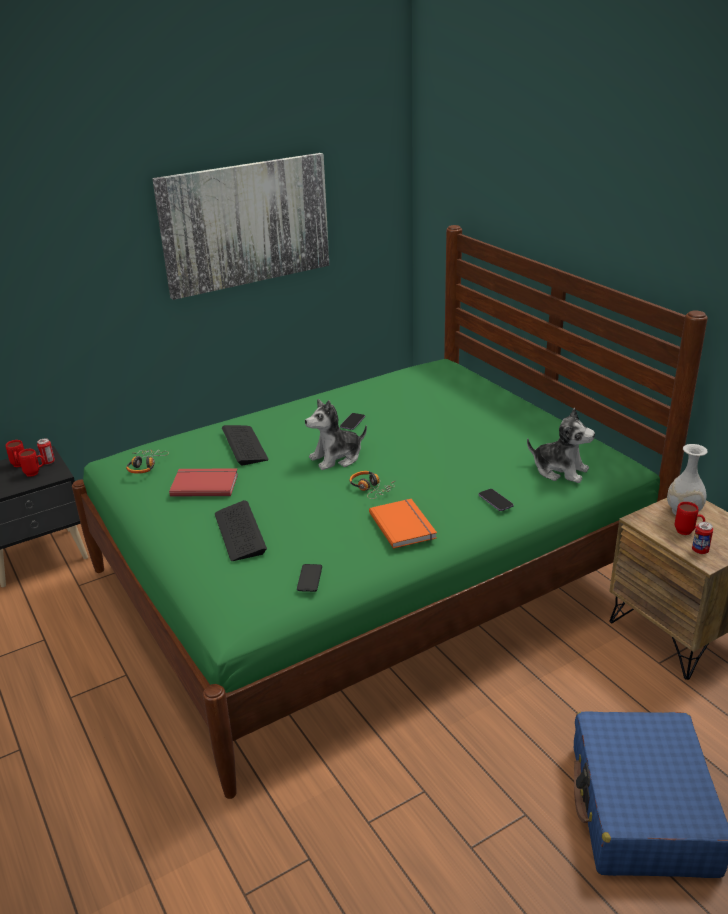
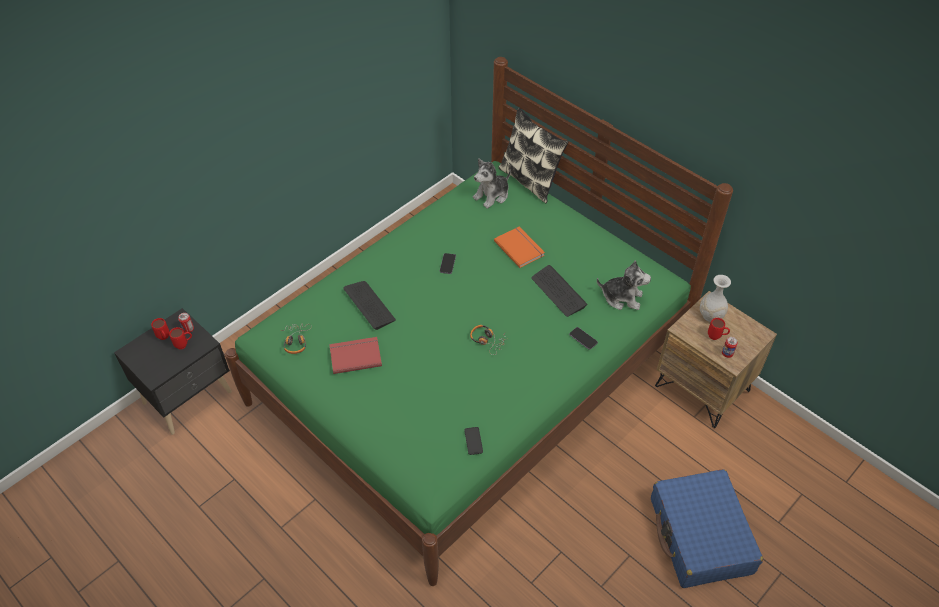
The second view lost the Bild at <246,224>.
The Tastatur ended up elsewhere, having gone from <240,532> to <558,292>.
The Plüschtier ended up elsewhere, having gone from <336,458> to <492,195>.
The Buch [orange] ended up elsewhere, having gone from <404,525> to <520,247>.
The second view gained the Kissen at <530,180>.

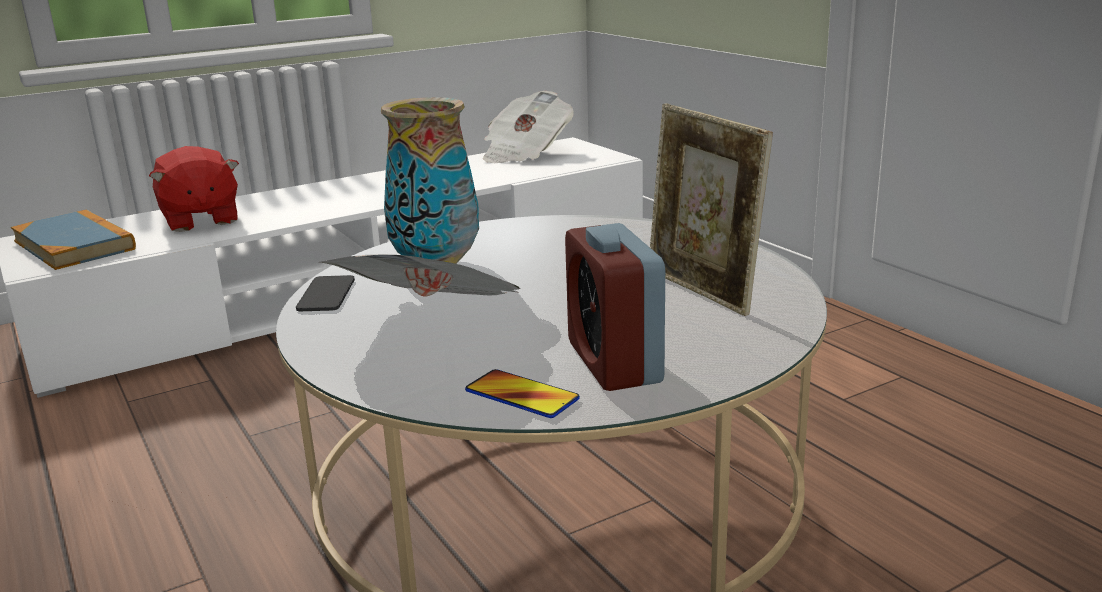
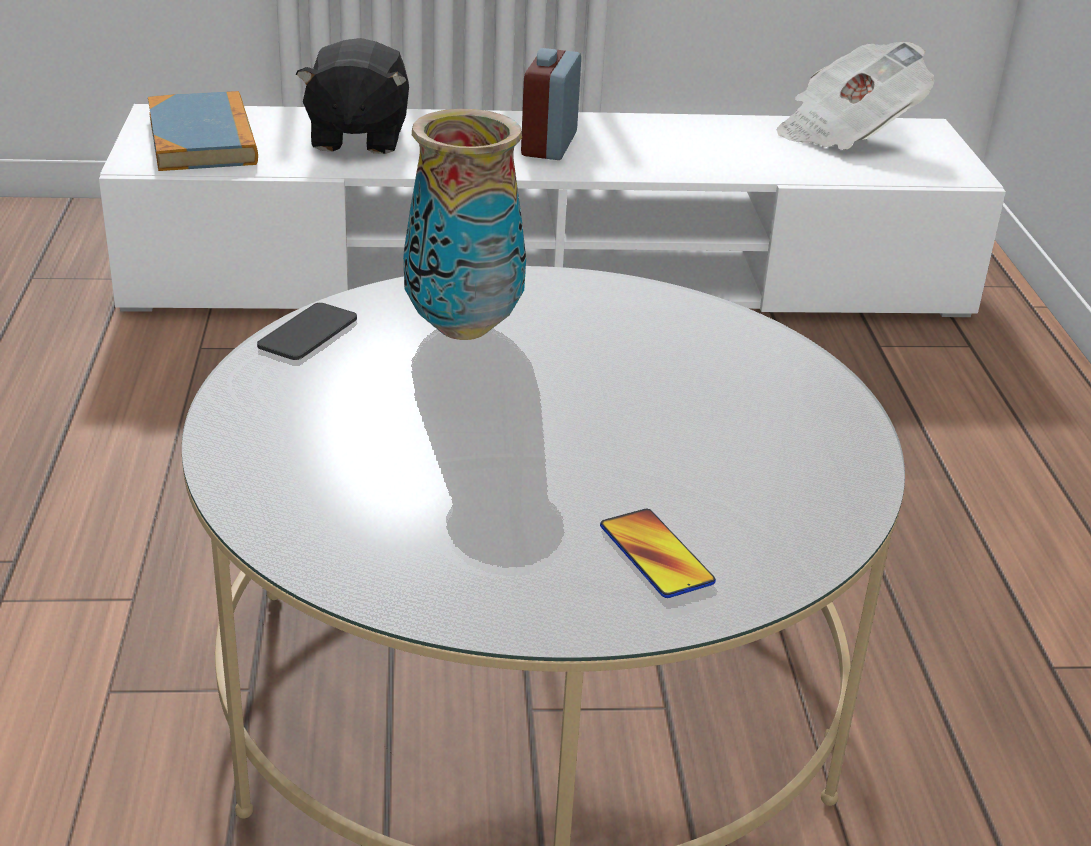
What was the Plüschtier [rot] at <200,220> turned into the Plüschtier [schwarz] at <357,138>.
The second view lost the Zeitung at <435,328>.
The Handy ended up elsewhere, having gone from <521,396> to <655,555>.
The Wecker ended up elsewhere, having gone from <614,363> to <549,145>.
The second view lost the Bilderrahmen at <702,291>.

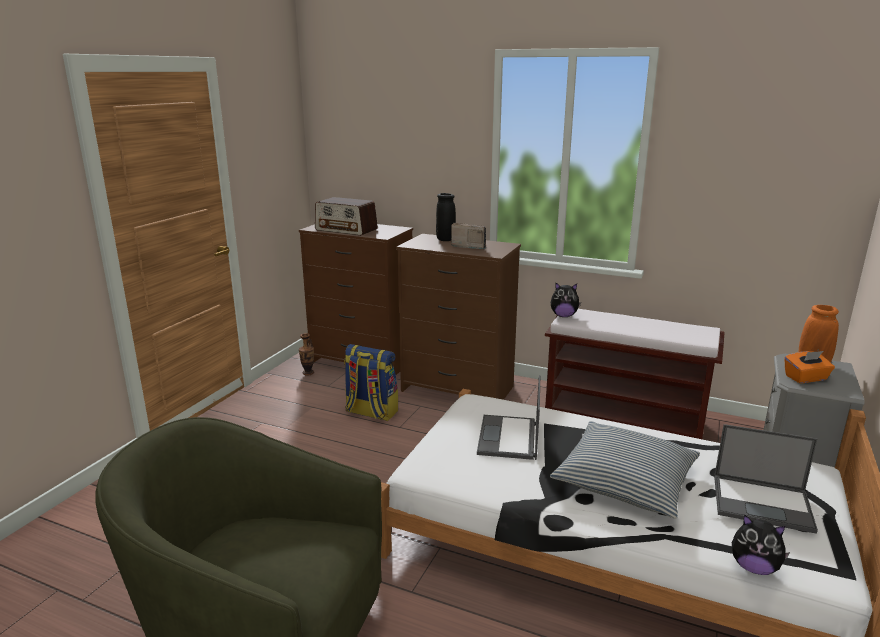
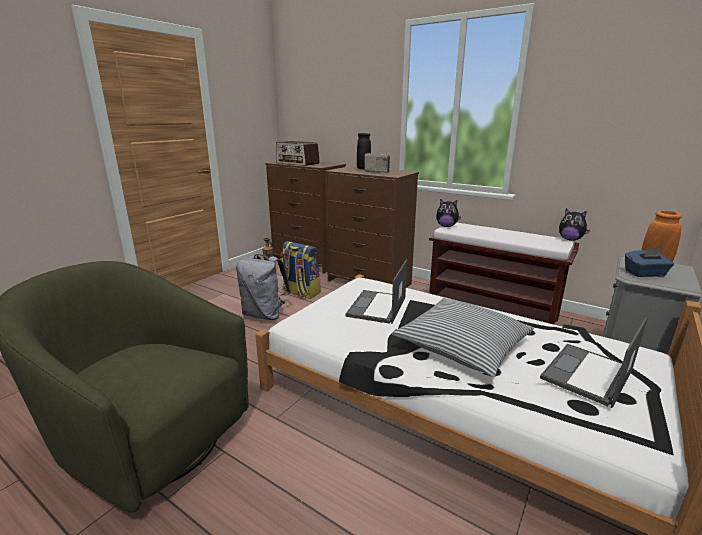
The Laptop at <763,503> ended up facing another way, 105 degrees clockwise from before.
The Plüschtier ended up elsewhere, having gone from <754,567> to <570,239>.
What was the Taschentuchbox [orange] at <806,378> turned into the Taschentuchbox [blau] at <645,274>.
The second view gained the Rucksack [grau] at <265,315>.

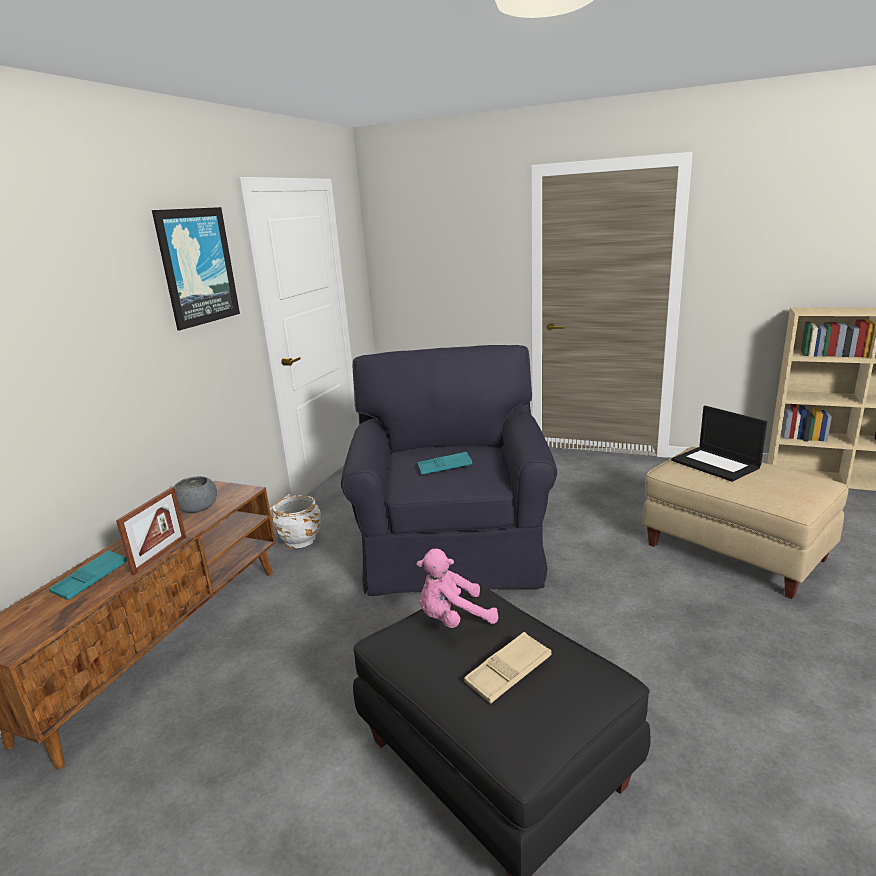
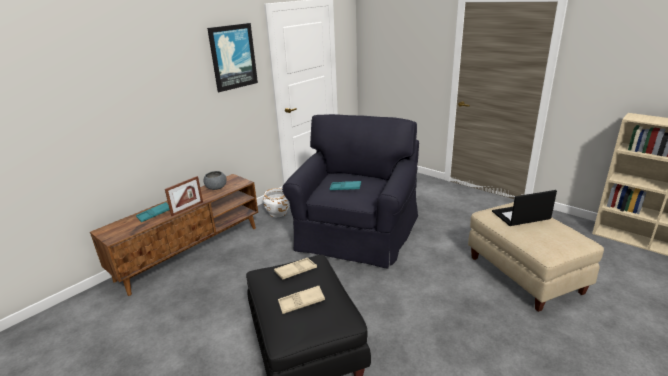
Where the Plüschtier [rosa] stood at <453,619>, the Tablett [beige] came to stand at <296,271>.
The Laptop at <716,464> ended up facing another way, 90 degrees clockwise from before.

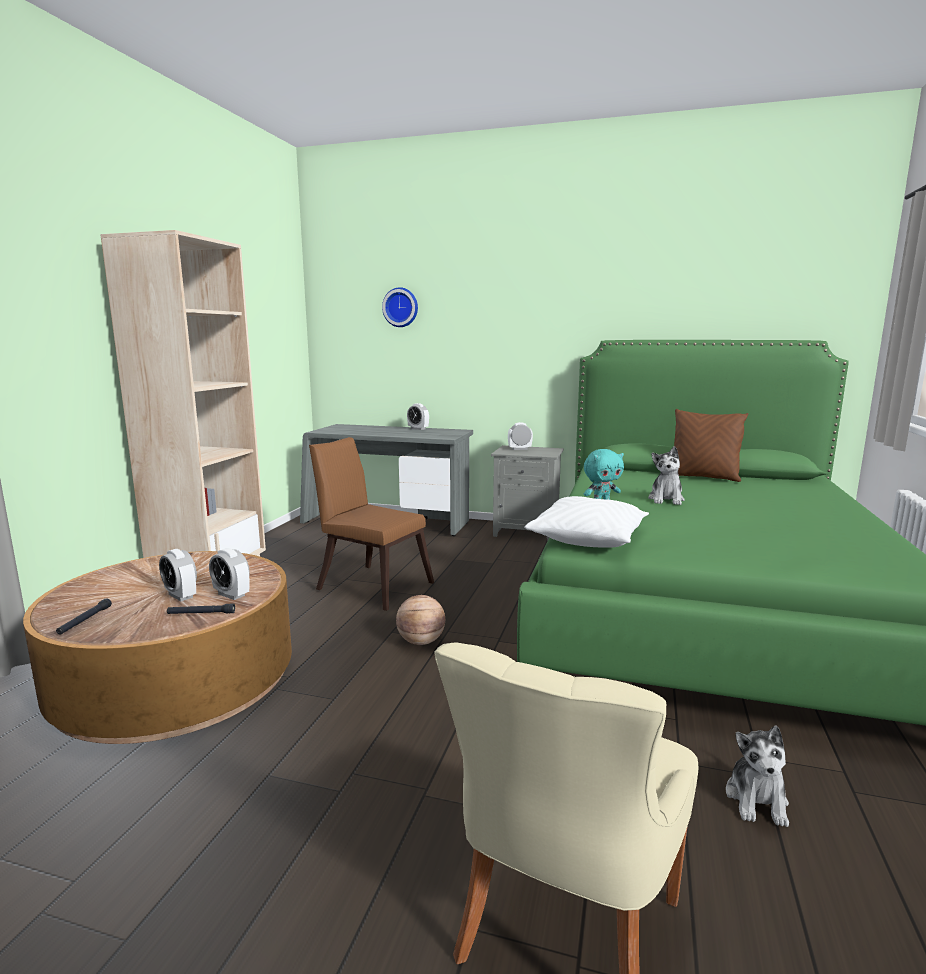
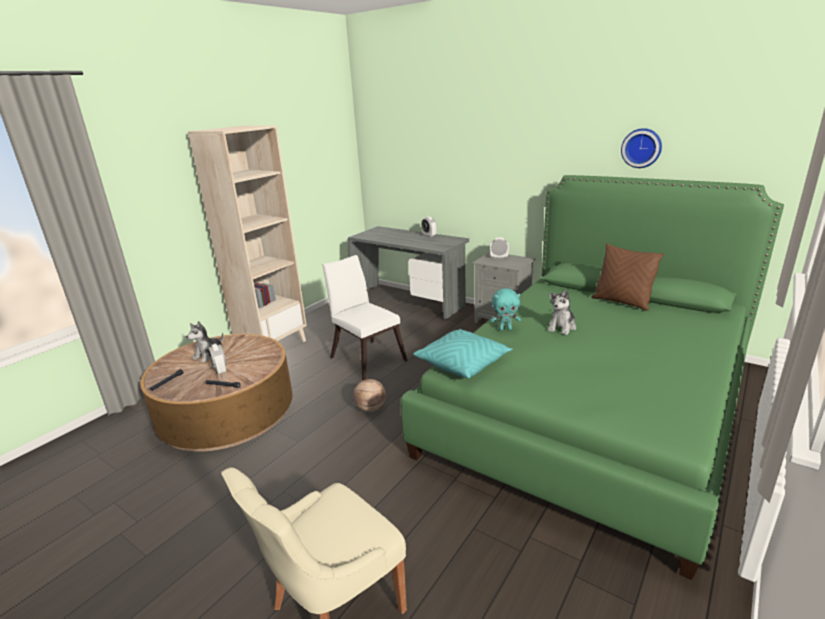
The second view lost the Wecker at <231,595>.
What was the Stuhl [braun] at <371,584> turned into the Stuhl [weiß] at <366,357>.
The Wanduhr ended up elsewhere, having gone from <401,307> to <641,148>.
What was the Kissen [weiß] at <588,538> turned into the Kissen [türkis] at <463,363>.
The Plüschtier ended up elsewhere, having gone from <757,800> to <209,355>.

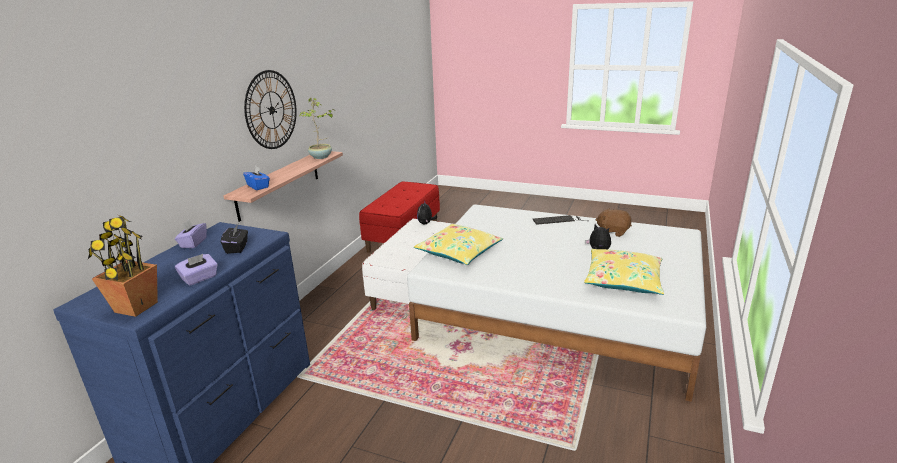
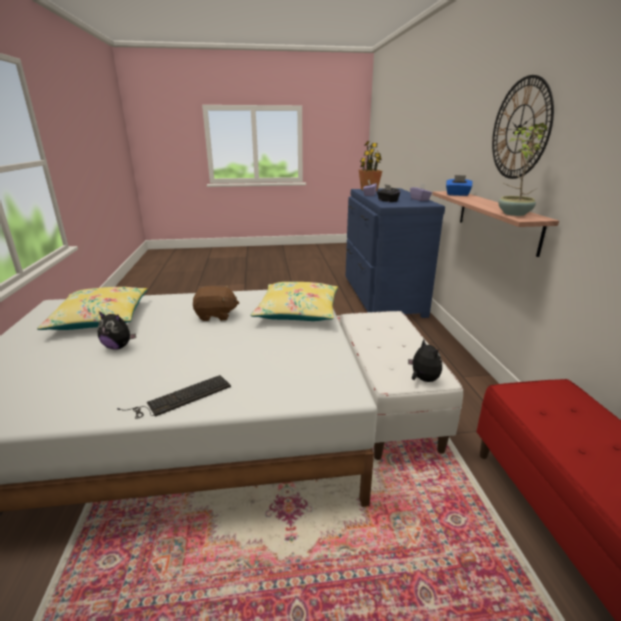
The Plüschtier [braun] ended up elsewhere, having gone from <613,231> to <216,315>.

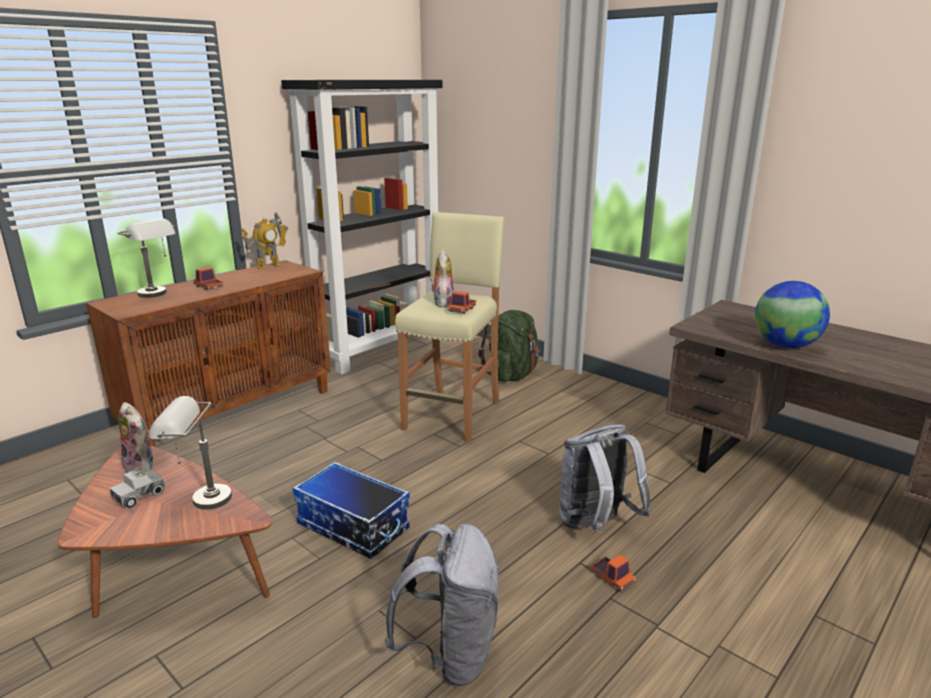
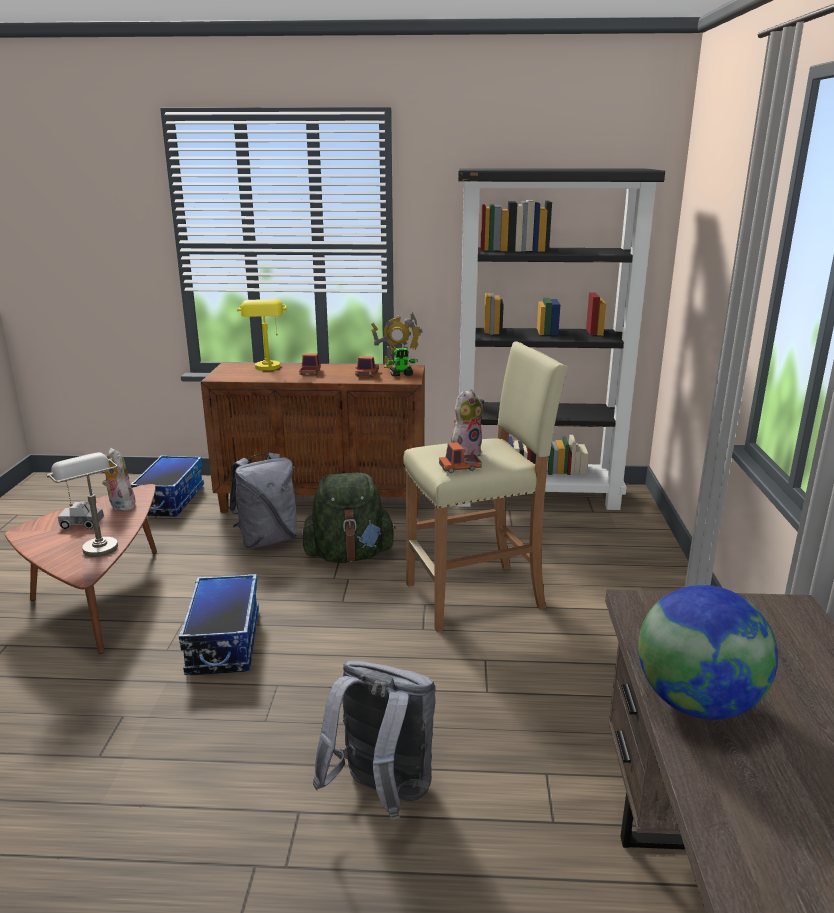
What was the Tischlampe [grau] at <158,295> turned into the Tischlampe [gelb] at <268,369>.
The Plüschtier at <142,467> ended up facing another way, 135 degrees clockwise from before.
The Rucksack [grau] ended up elsewhere, having gone from <450,654> to <267,539>.
The Rucksack [grün] ended up elsewhere, having gone from <512,375> to <349,555>.
The Spielzeuglaster ended up elsewhere, having gone from <612,578> to <367,374>.
The second view gained the Aufbewahrungsbox at <170,500>.
The second view gained the Spielzeugroboter at <401,375>.

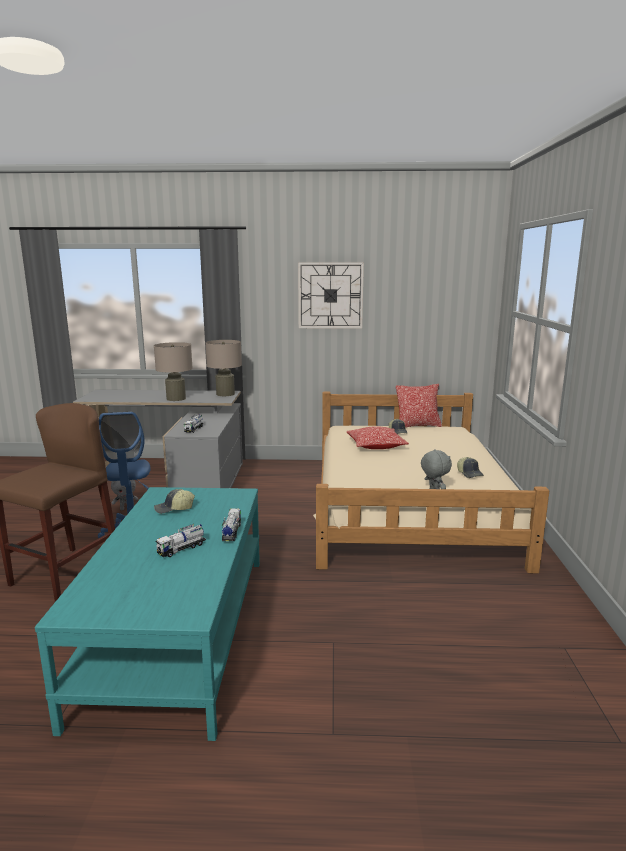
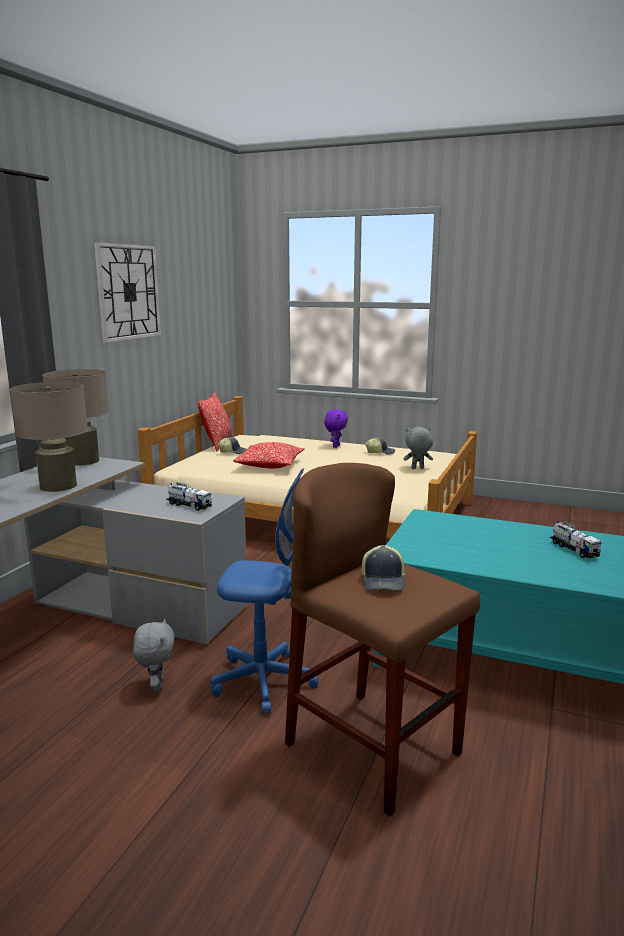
The Kappe ended up elsewhere, having gone from <174,509> to <384,581>.
The second view lost the Spielzeuglaster at <231,532>.
The second view gained the Plüschtier [lila] at <335,446>.

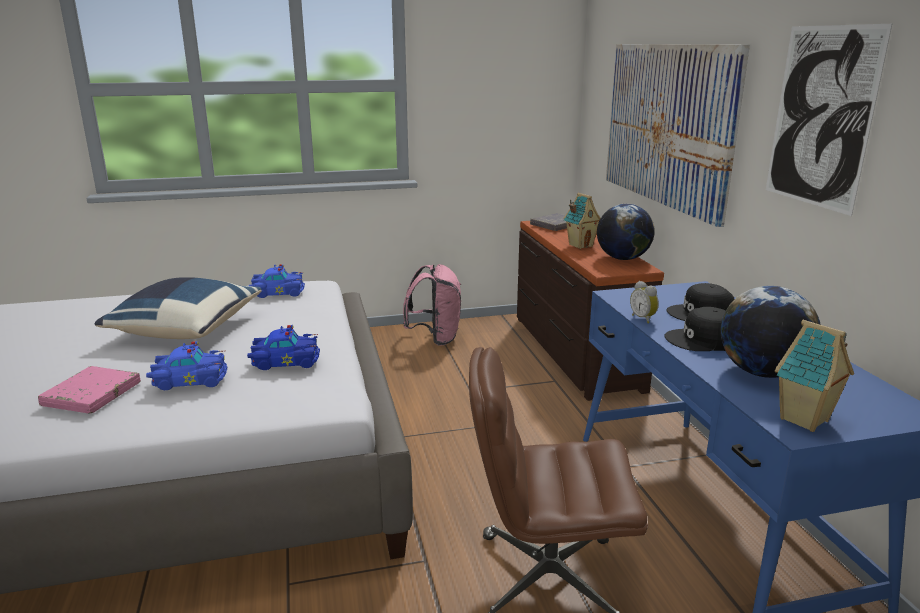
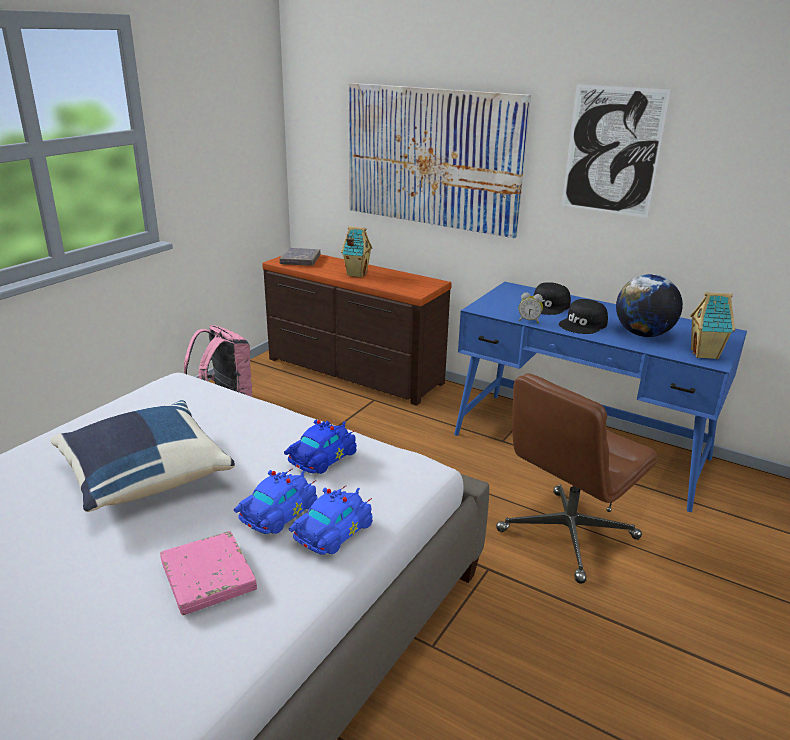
The Spielzeugauto [blau] ended up elsewhere, having gone from <277,292> to <331,532>.
The second view lost the Globus at <622,258>.

